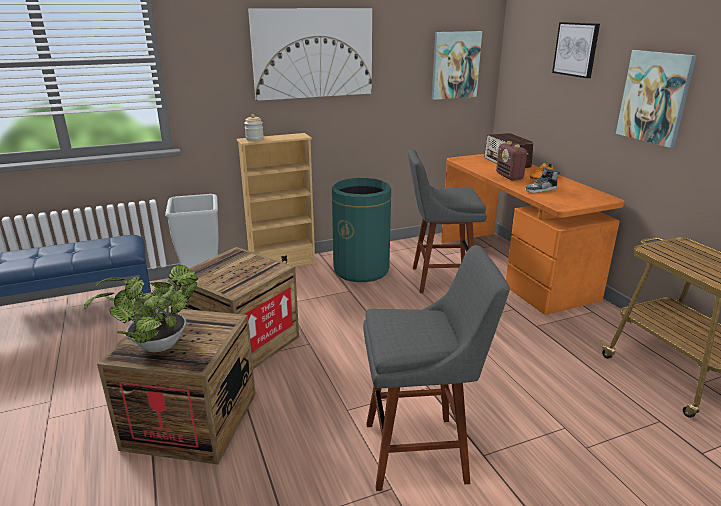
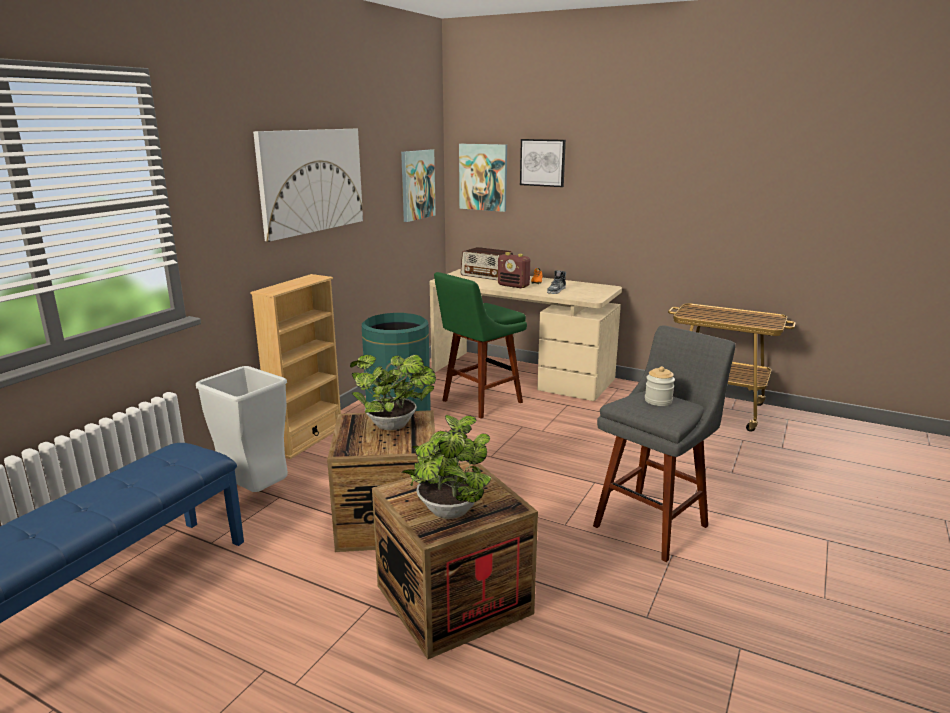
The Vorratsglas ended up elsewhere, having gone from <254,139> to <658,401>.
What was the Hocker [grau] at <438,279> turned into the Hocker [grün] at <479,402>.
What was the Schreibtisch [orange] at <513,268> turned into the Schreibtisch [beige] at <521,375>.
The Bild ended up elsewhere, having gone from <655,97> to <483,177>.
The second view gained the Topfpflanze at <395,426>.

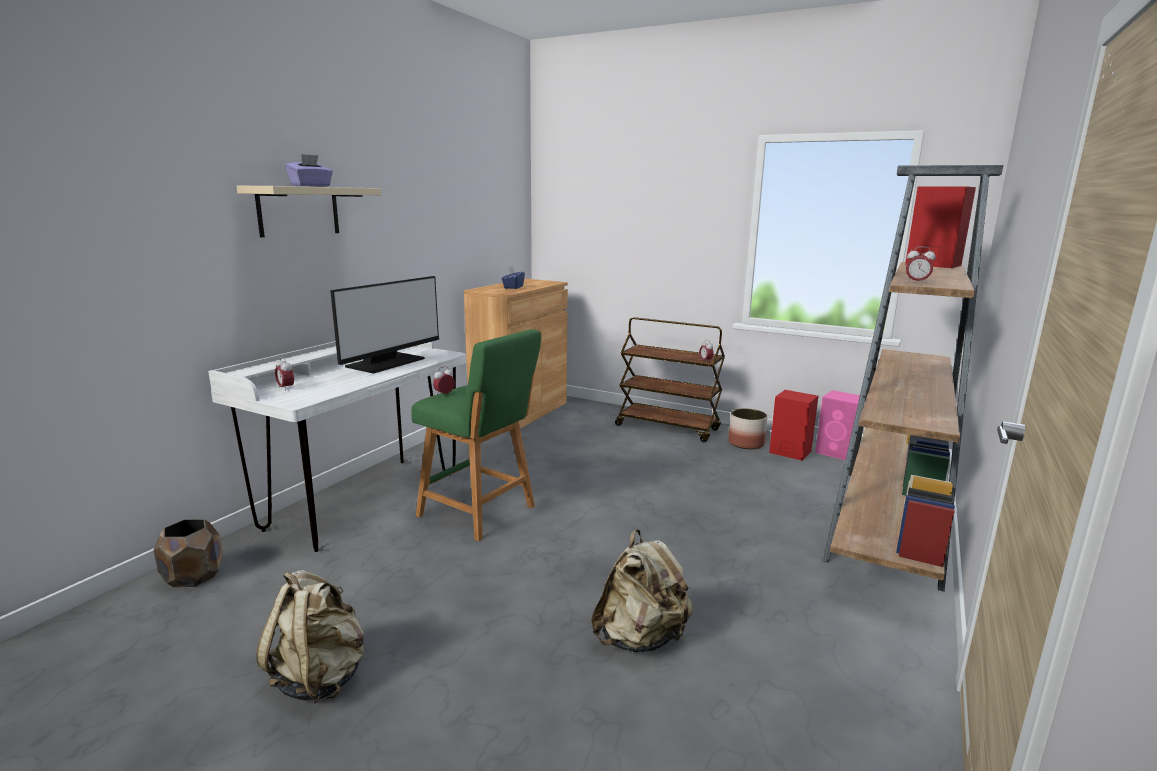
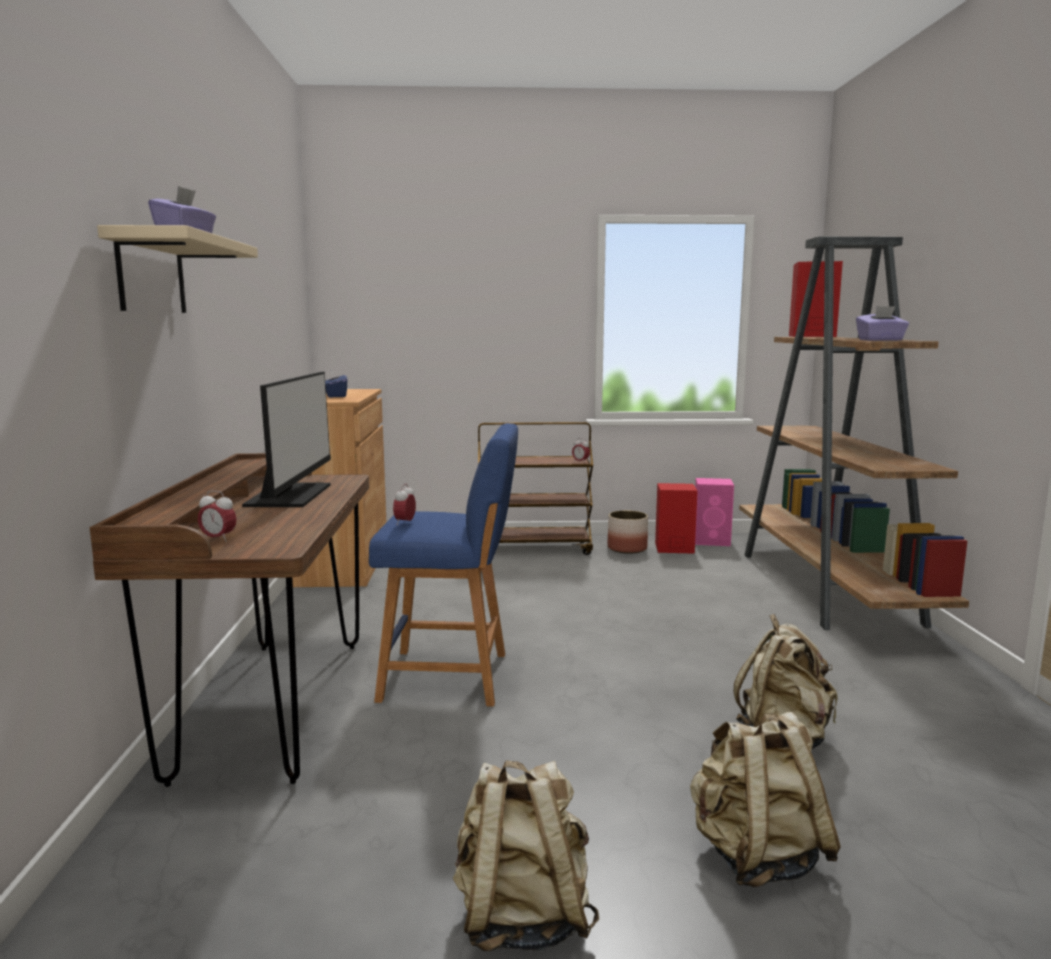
The second view lost the Pflanzkübel [braun] at <194,576>.
What was the Schreibtisch [weiß] at <364,500> turned into the Schreibtisch [braun] at <274,704>.
What was the Hocker [grün] at <480,513> turned into the Hocker [blau] at <452,677>.
Where the Wecker stood at <916,283>, the Taschentuchbox [lila] came to stand at <880,340>.
The second view gained the Rucksack [beige] at <756,856>.

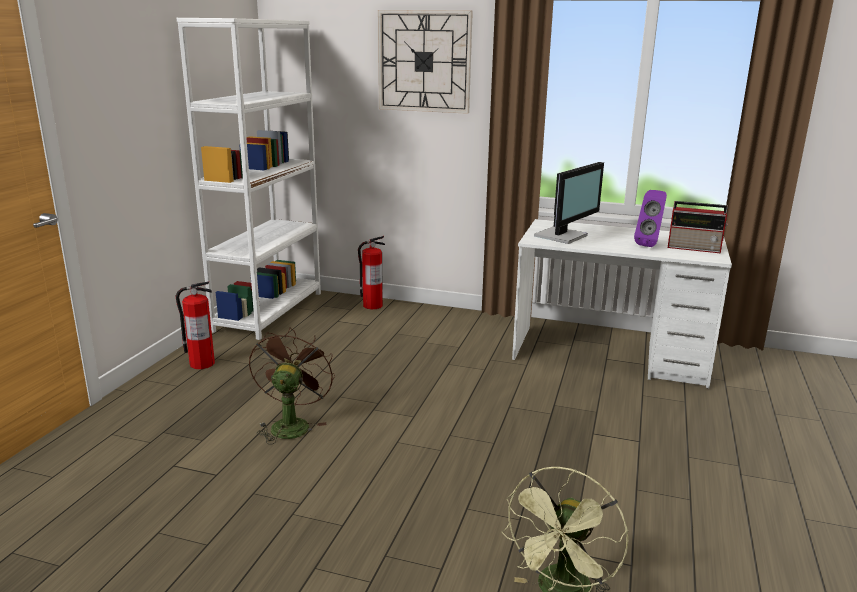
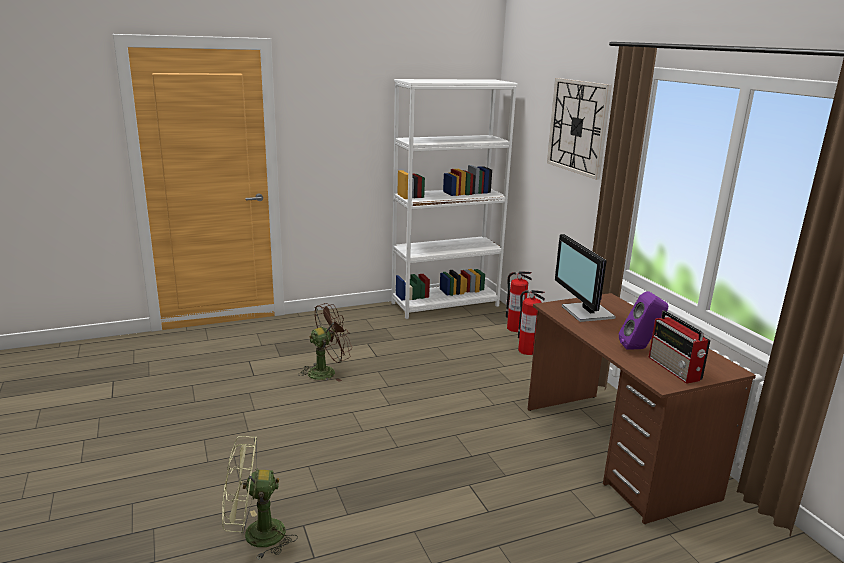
The Feuerlöscher ended up elsewhere, having gone from <201,364> to <527,350>.
What was the Schreibtisch [weiß] at <610,356> turned into the Schreibtisch [braun] at <615,451>.
The Monitor at <563,236> ended up facing another way, 75 degrees clockwise from before.

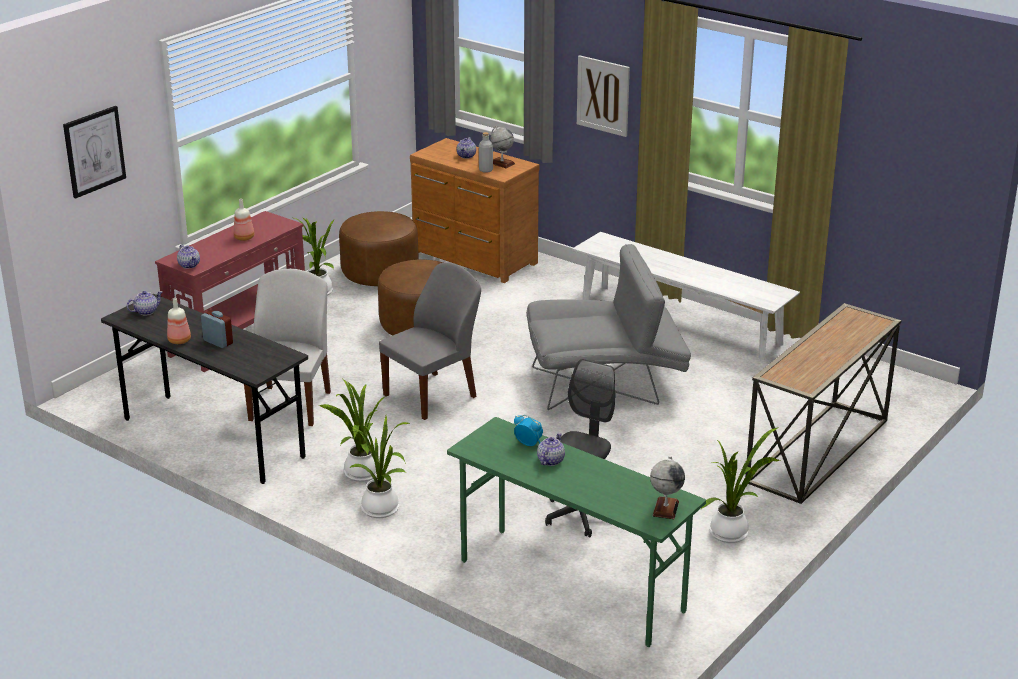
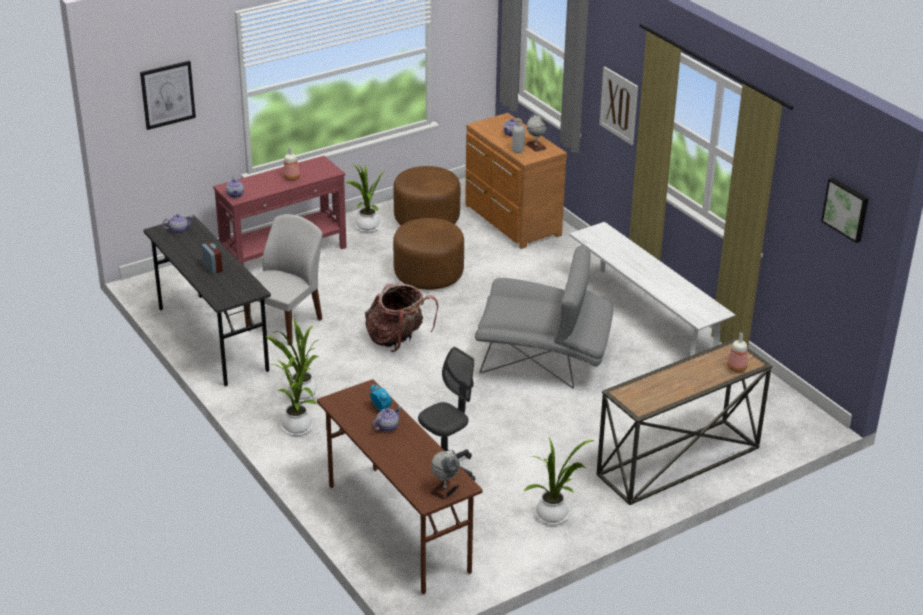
The Flasche ended up elsewhere, having gone from <179,340> to <736,367>.
Where the Stuhl [grau] stood at <432,395>, the Rucksack came to stand at <398,339>.
What was the Schreibtisch [grün] at <570,586> turned into the Schreibtisch [braun] at <397,528>.
The second view gained the Bild at <846,209>.

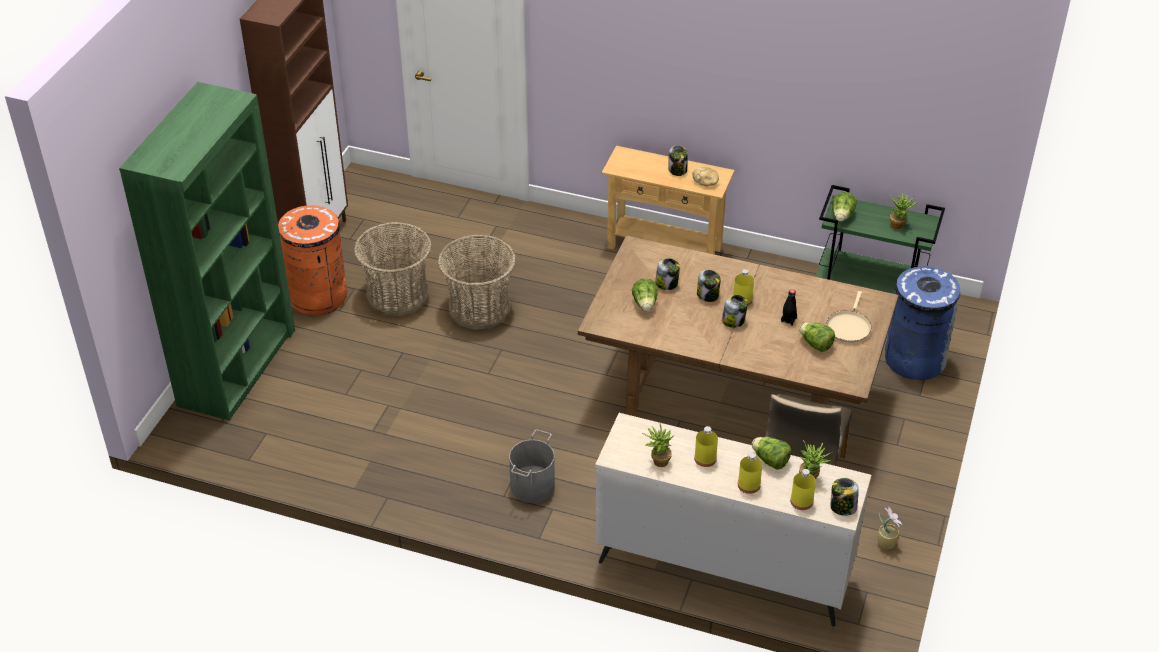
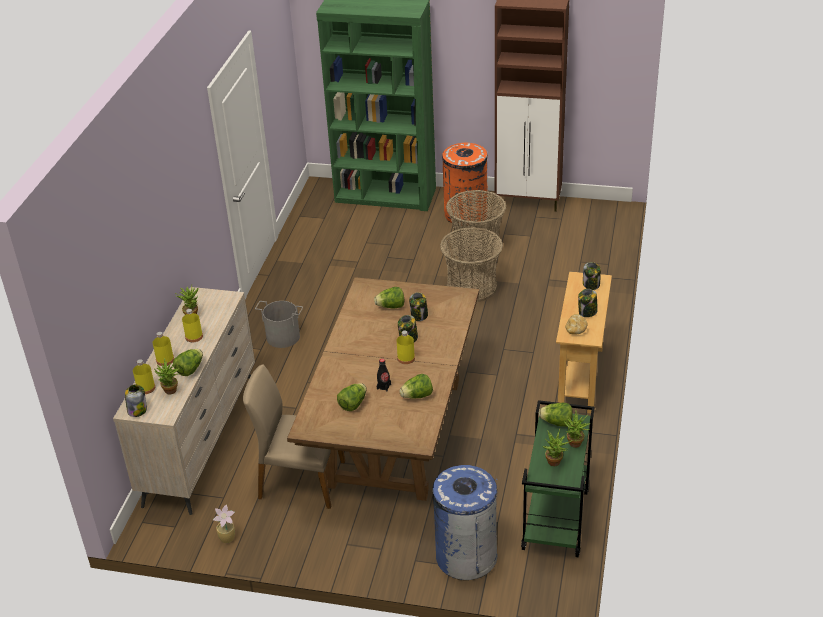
The Vorratsglas ended up elsewhere, having gone from <733,321> to <591,284>.
The second view lost the Pfanne [beige] at <848,327>.
The second view gained the Salatkopf at <417,396>.
The second view gained the Topfpflanze at <575,445>.

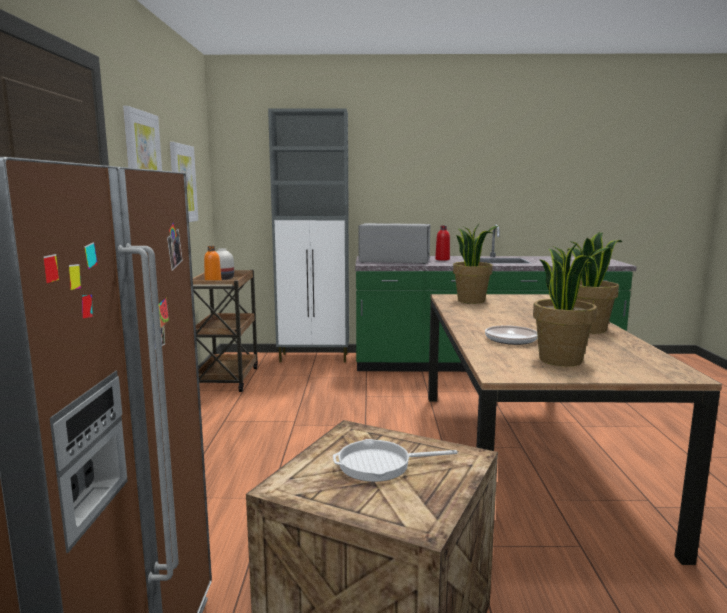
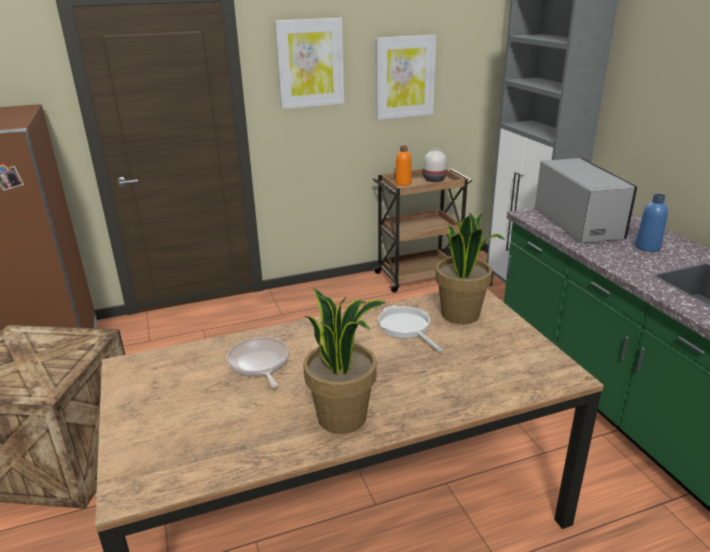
The Pfanne ended up elsewhere, having gone from <380,465> to <406,327>.
What was the Flasche [rot] at <442,259> turned into the Flasche [blau] at <647,247>.
The second view lost the Topfpflanze at <561,360>.

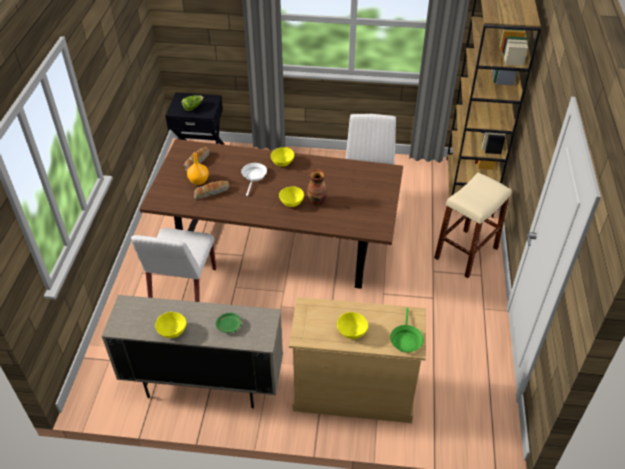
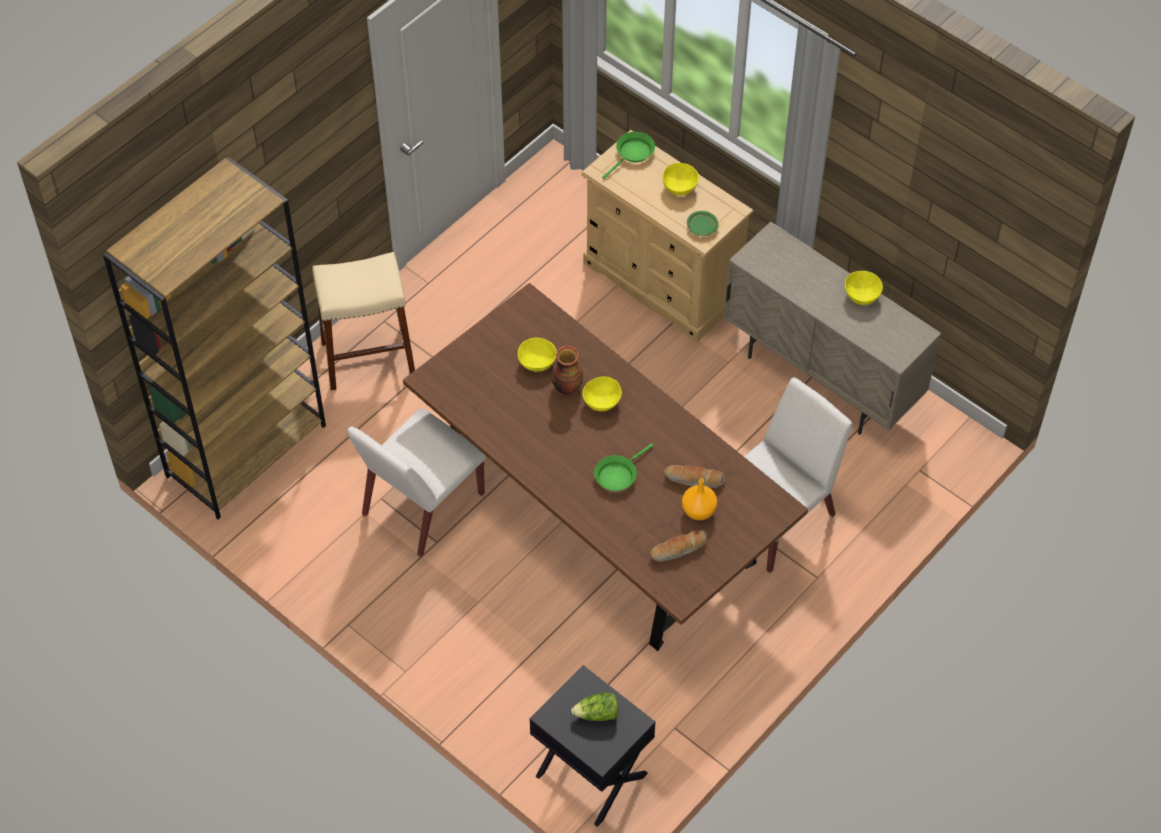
The Teller [grün] ended up elsewhere, having gone from <229,325> to <701,227>.
What was the Pfanne [weiß] at <254,177> turned into the Pfanne [grün] at <618,475>.
The Schüssel [gelb] ended up elsewhere, having gone from <283,163> to <536,363>.

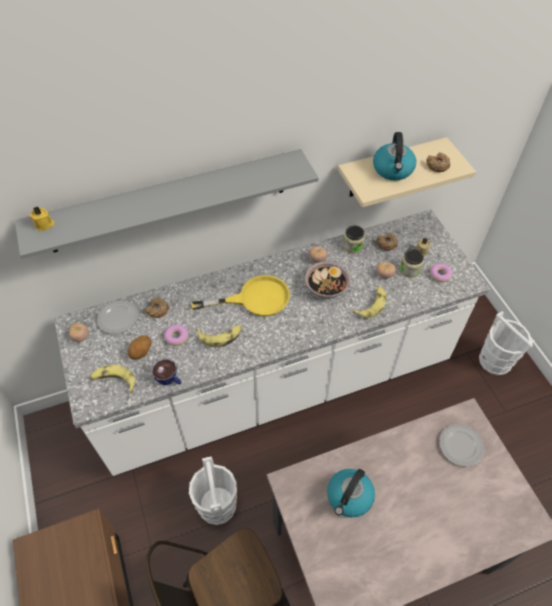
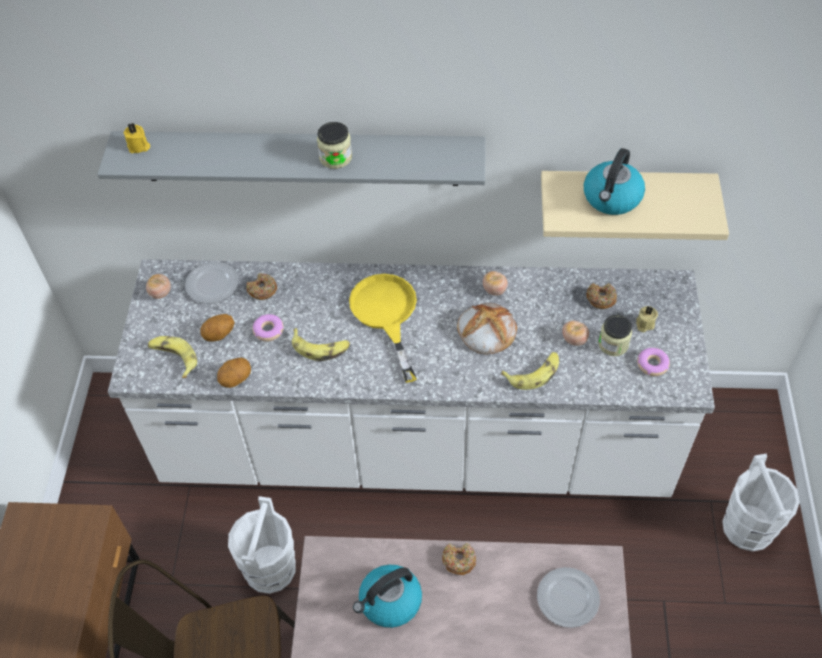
Where the Tasse stood at <169,380>, the Kartoffel came to stand at <236,379>.
The Pfanne [gelb] at <254,299> ended up facing another way, 120 degrees counterclockwise from before.
Where the Schüssel stood at <326,287>, the Brot came to stand at <486,330>.
The Vorratsglas ended up elsewhere, having gone from <352,246> to <335,157>.
The Donut ended up elsewhere, having gone from <437,165> to <459,560>.

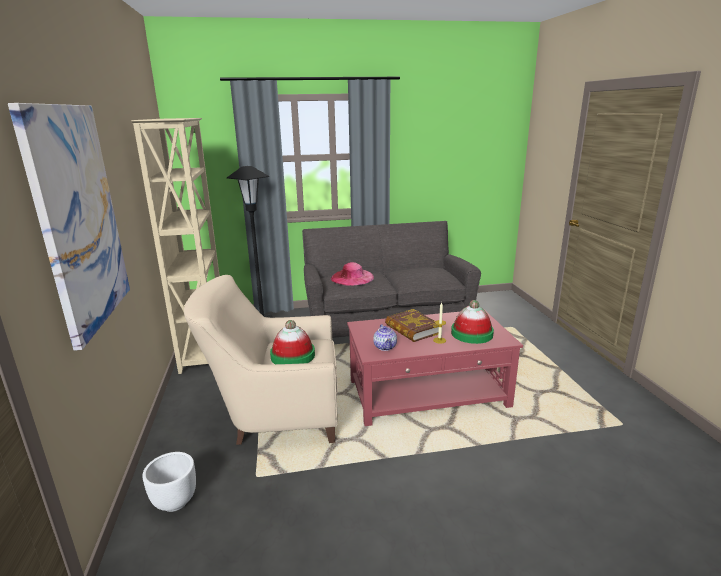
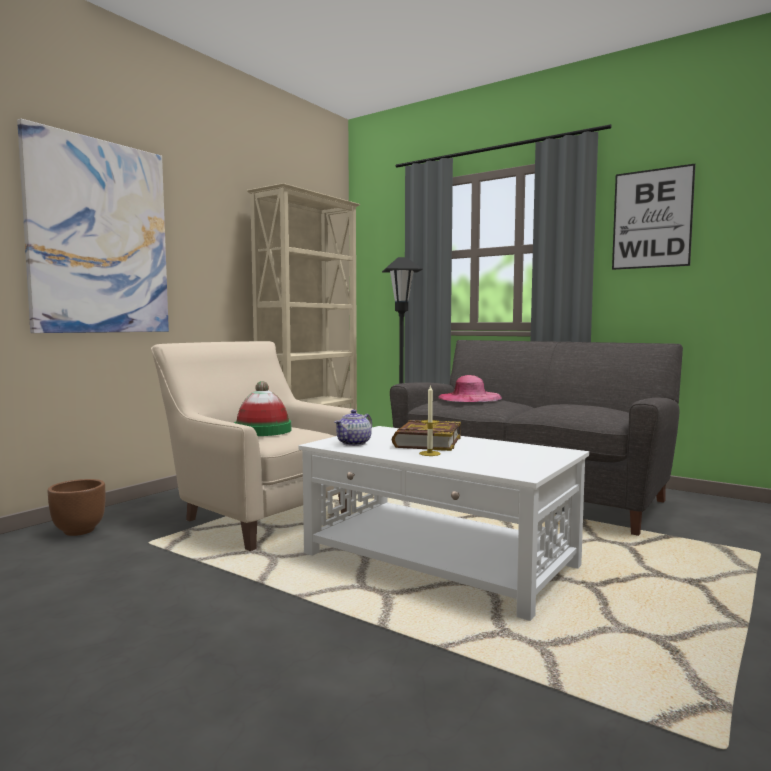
What was the Pflanzkübel [weiß] at <175,502> turned into the Pflanzkübel [braun] at <79,531>.
What was the Couchtisch [rot] at <428,393> turned into the Couchtisch [weiß] at <440,561>.
The second view lost the Hut at <472,334>.
The second view gained the Bild at <652,219>.

